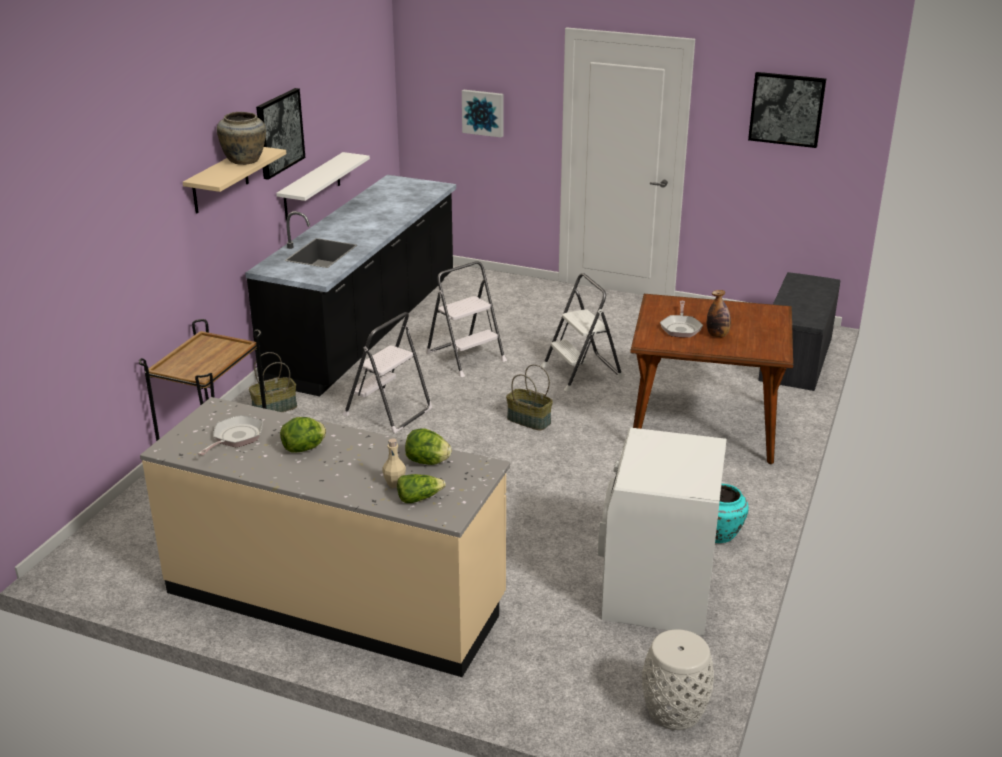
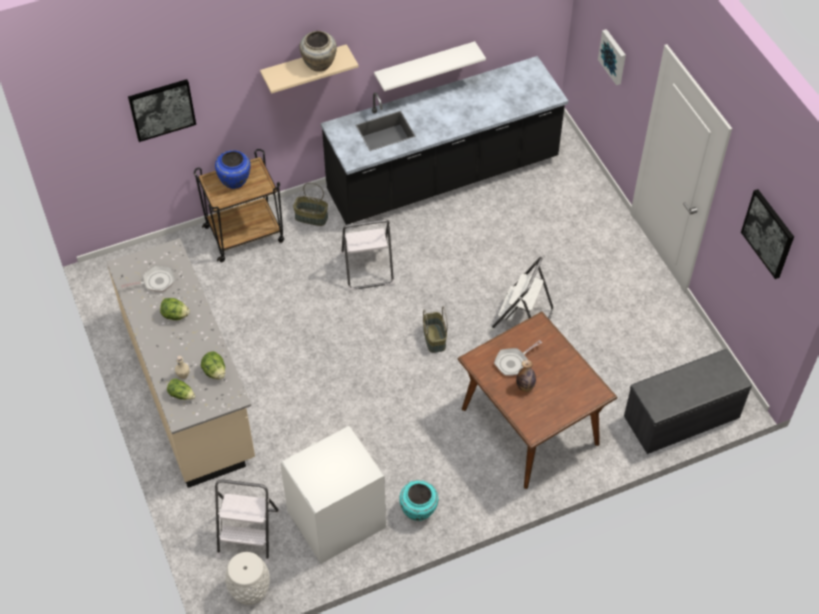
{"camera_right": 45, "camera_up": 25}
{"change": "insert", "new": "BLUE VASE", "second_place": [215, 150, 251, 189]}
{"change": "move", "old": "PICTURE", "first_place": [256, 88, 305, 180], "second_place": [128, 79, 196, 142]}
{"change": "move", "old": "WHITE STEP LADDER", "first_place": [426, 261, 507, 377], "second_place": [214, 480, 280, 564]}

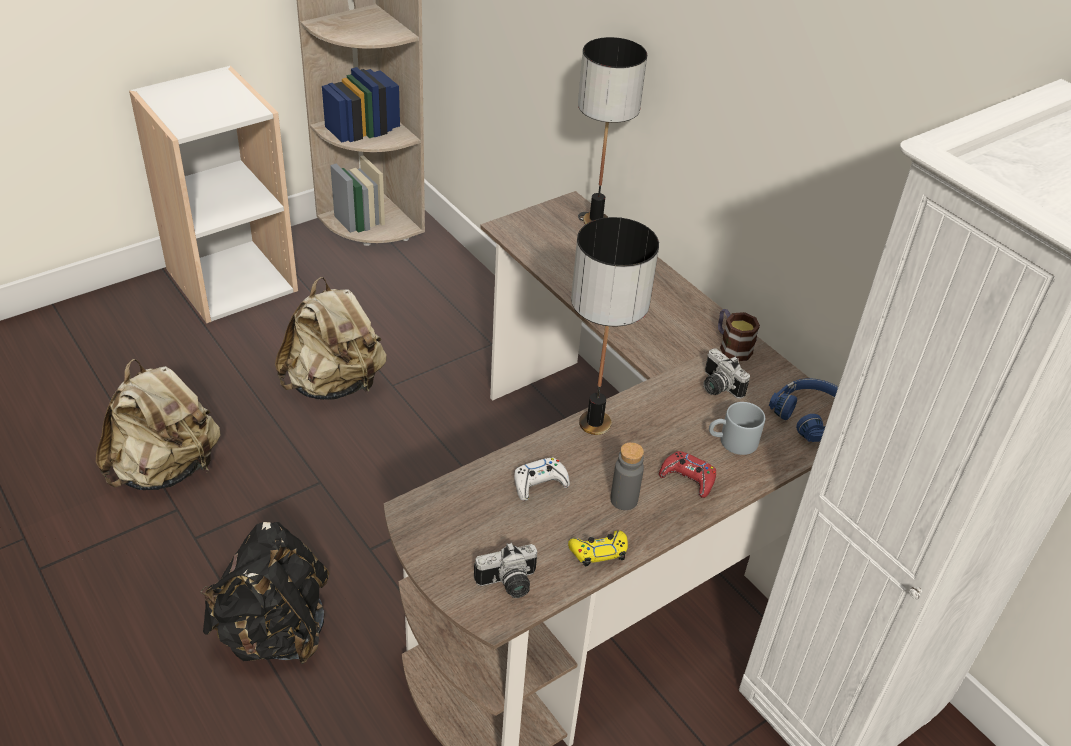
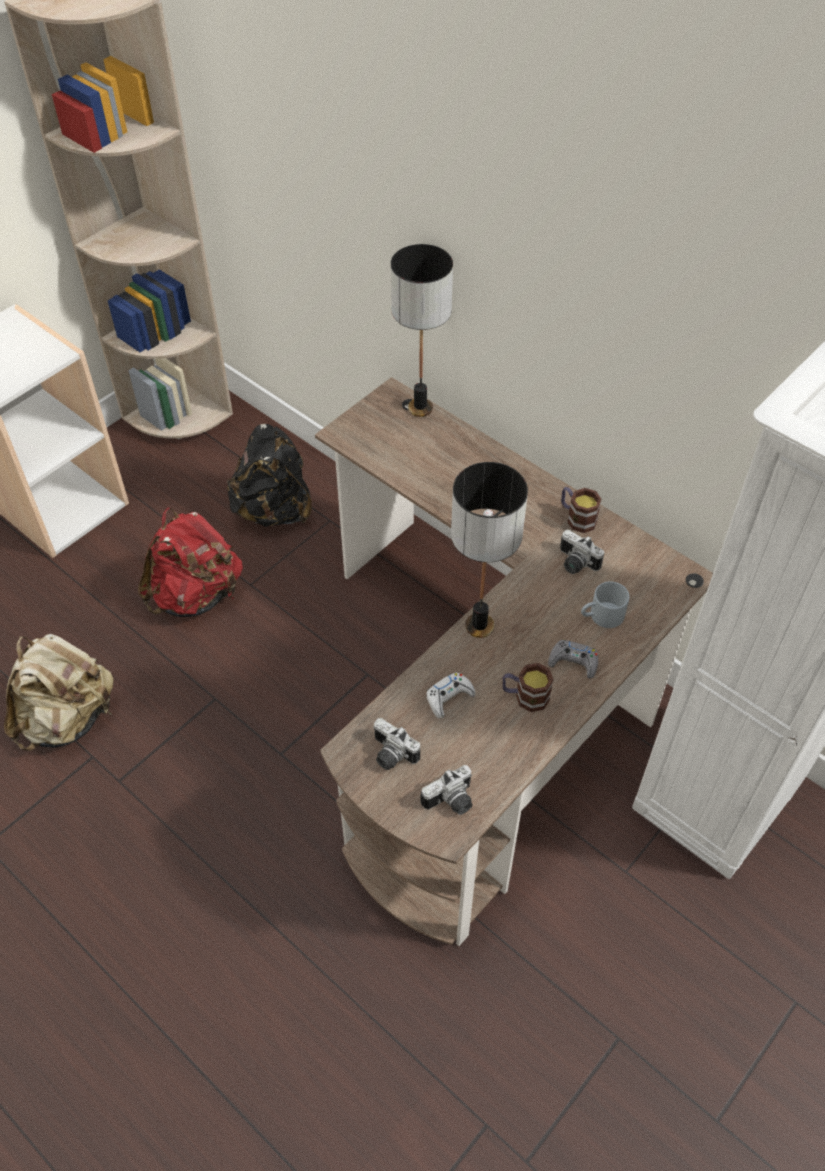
{"camera_right": -10, "camera_up": 10}
{"change": "delete", "old": "YELLOW GAME CONTROLLER", "first_place": [568, 530, 628, 567]}
{"change": "delete", "old": "BLUE HEADPHONES", "first_place": [769, 378, 838, 442]}
{"change": "insert", "new": "PHOTO CAMERA", "second_place": [373, 718, 420, 770]}
{"change": "move", "old": "BLACK BACKPACK", "first_place": [200, 522, 329, 664], "second_place": [227, 424, 312, 527]}
{"change": "replace", "old": "GREY BOTTLE", "new": "MUG", "first_place": [610, 442, 644, 510], "second_place": [503, 663, 554, 712]}
{"change": "recolor", "old": "BEIGE BACKPACK", "new": "RED BACKPACK", "first_place": [275, 277, 387, 400], "second_place": [138, 507, 243, 617]}
{"change": "recolor", "old": "RED GAME CONTROLLER", "new": "GREY GAME CONTROLLER", "first_place": [659, 451, 716, 498], "second_place": [548, 640, 598, 679]}

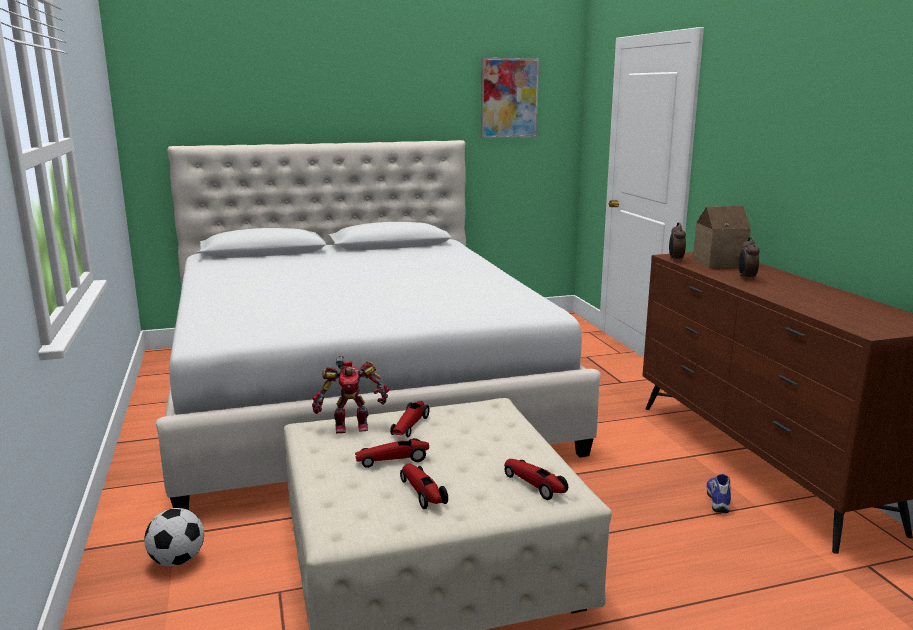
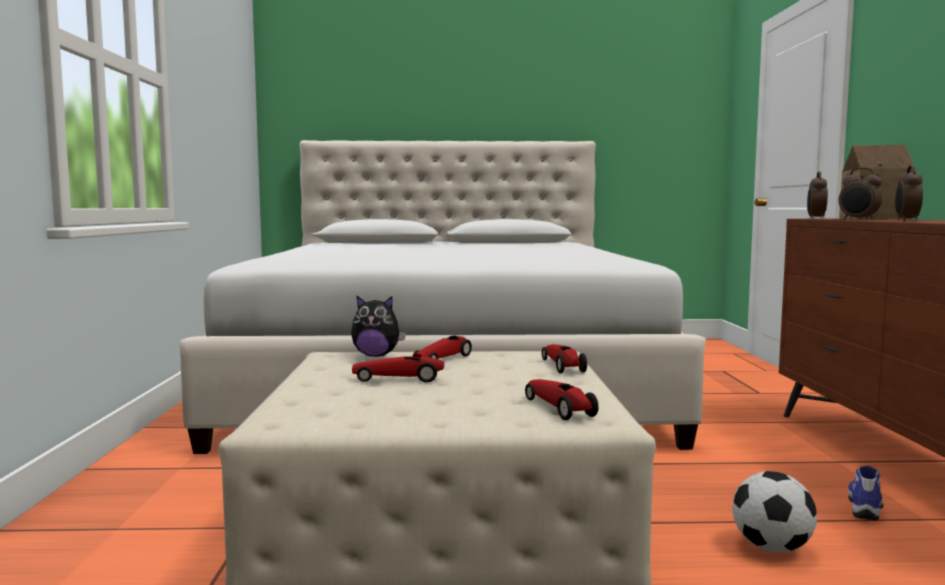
{"camera_right": 15, "camera_up": -10}
{"change": "delete", "old": "PICTURE", "first_place": [481, 58, 539, 138]}
{"change": "insert", "new": "ALARM CLOCK", "second_place": [839, 168, 882, 220]}
{"change": "move", "old": "FOOTBALL", "first_place": [144, 508, 204, 566], "second_place": [732, 471, 817, 553]}
{"change": "move", "old": "TOY CAR", "first_place": [400, 464, 448, 509], "second_place": [542, 344, 587, 373]}
{"change": "replace", "old": "TOY ROBOT", "new": "PLUSH TOY", "first_place": [312, 355, 389, 433], "second_place": [351, 296, 406, 357]}

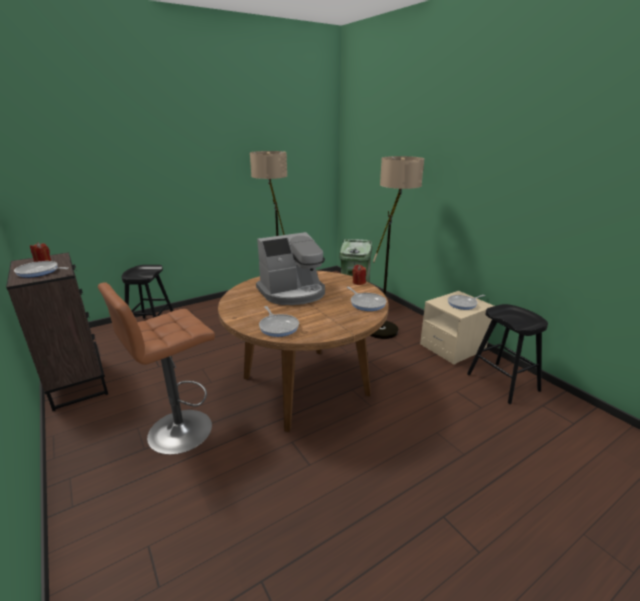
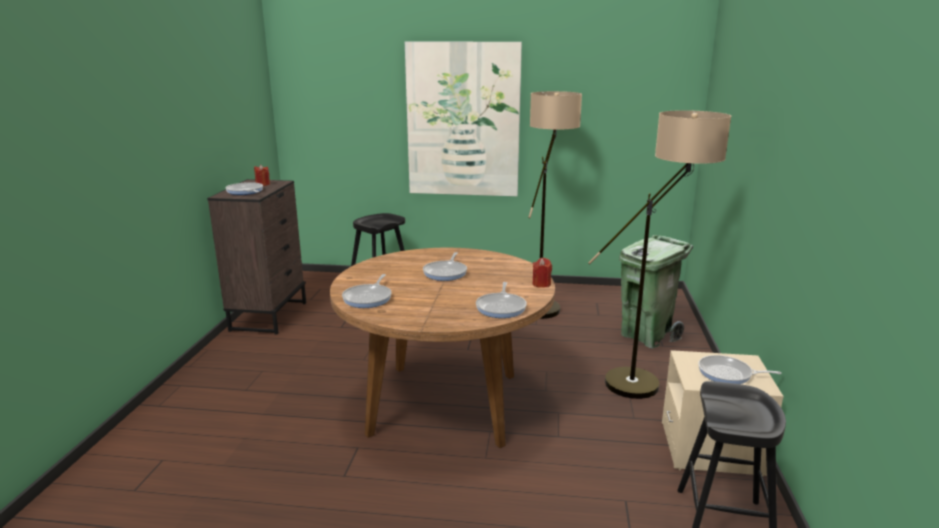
{"camera_right": 40, "camera_up": -5}
{"change": "delete", "old": "BROWN STOOL", "first_place": [98, 282, 215, 455]}
{"change": "insert", "new": "PICTURE", "second_place": [405, 42, 522, 196]}
{"change": "replace", "old": "COFFEE MACHINE", "new": "FRYING PAN", "first_place": [256, 232, 325, 305], "second_place": [423, 252, 467, 281]}

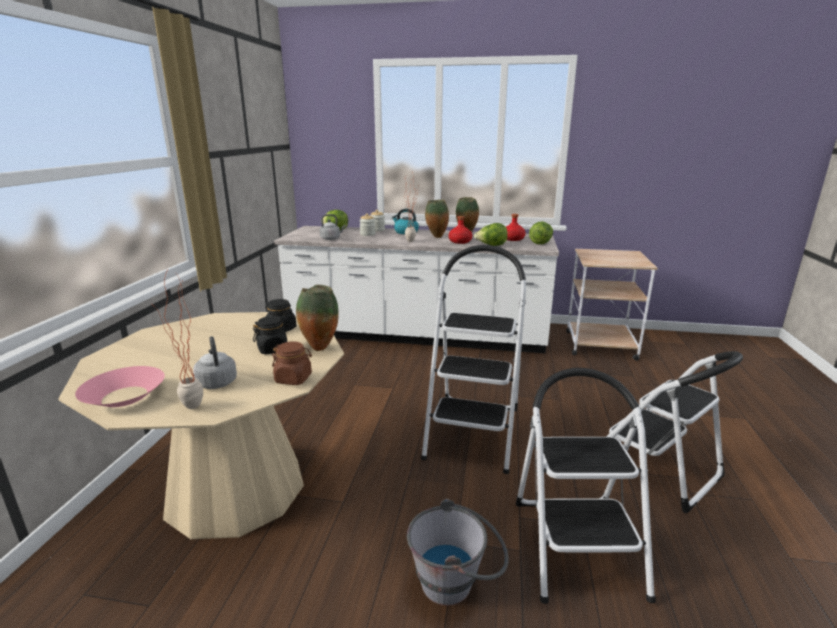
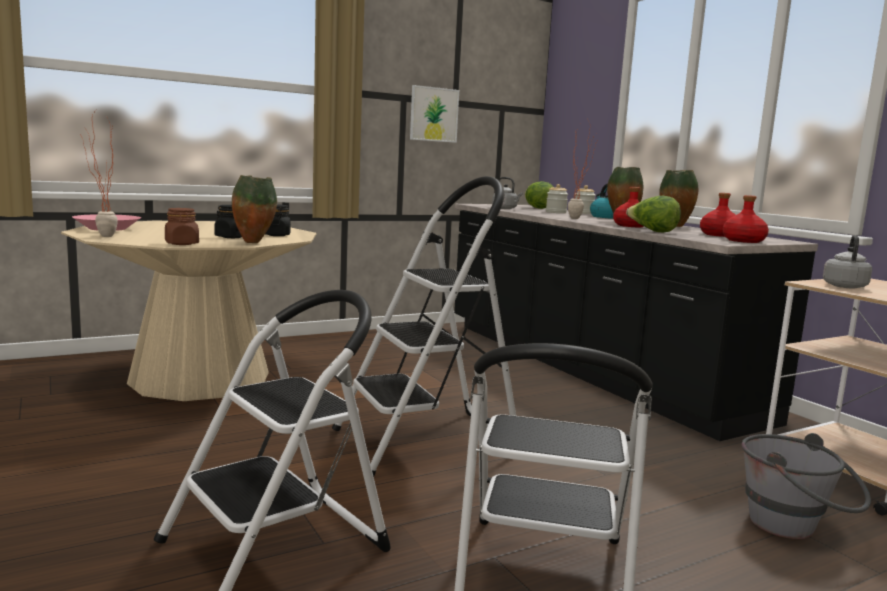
{"camera_right": 50, "camera_up": -10}
{"change": "insert", "new": "PICTURE", "second_place": [410, 85, 459, 143]}
{"change": "move", "old": "GREY KETTLE", "first_place": [193, 336, 237, 389], "second_place": [823, 235, 872, 289]}
{"change": "move", "old": "GREY BUCKET", "first_place": [407, 499, 509, 606], "second_place": [742, 433, 871, 539]}
{"change": "replace", "old": "LETTUCE", "new": "RED BOTTLE", "first_place": [529, 222, 553, 244], "second_place": [723, 195, 769, 243]}
{"change": "recolor", "old": "WHITE COUNTER", "new": "BLACK COUNTER", "first_place": [274, 226, 559, 353], "second_place": [454, 204, 818, 441]}

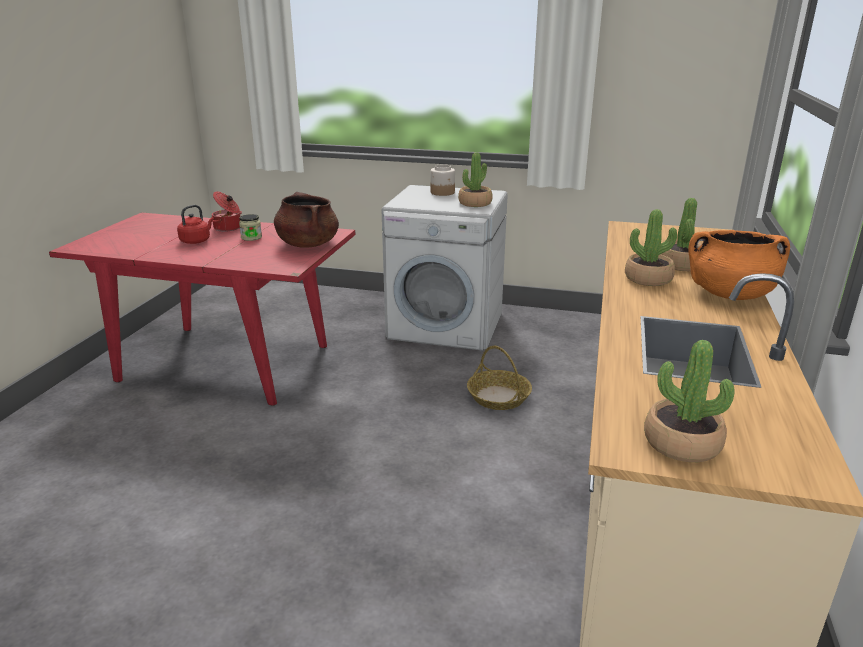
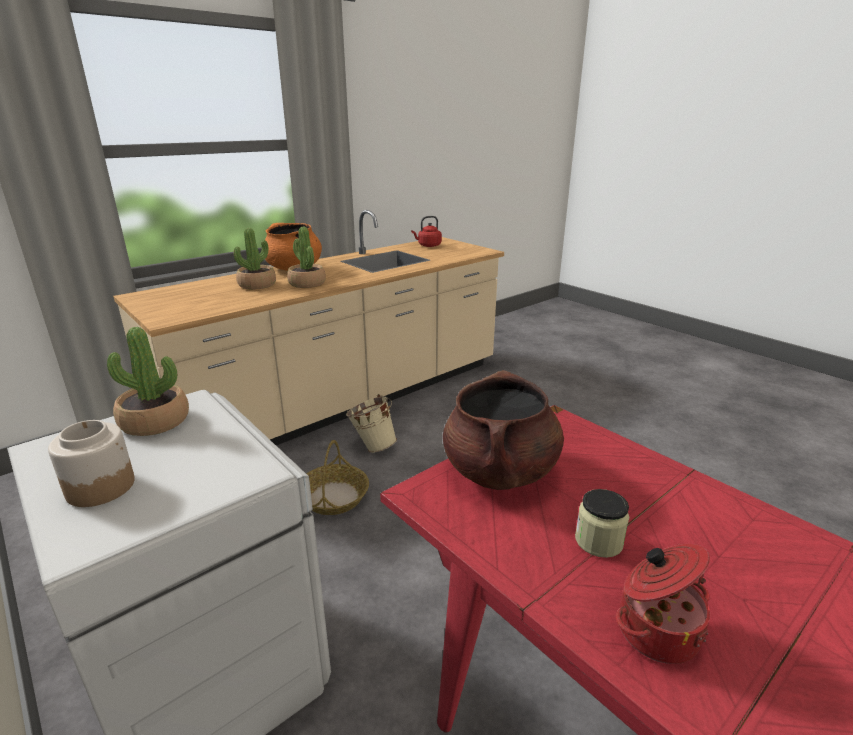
{"camera_right": -145, "camera_up": 0}
{"change": "delete", "old": "POTTED PLANT", "first_place": [644, 340, 734, 462]}
{"change": "insert", "new": "BEIGE BUCKET", "second_place": [346, 394, 397, 453]}
{"change": "move", "old": "RED KETTLE", "first_place": [177, 205, 214, 244], "second_place": [411, 216, 442, 247]}

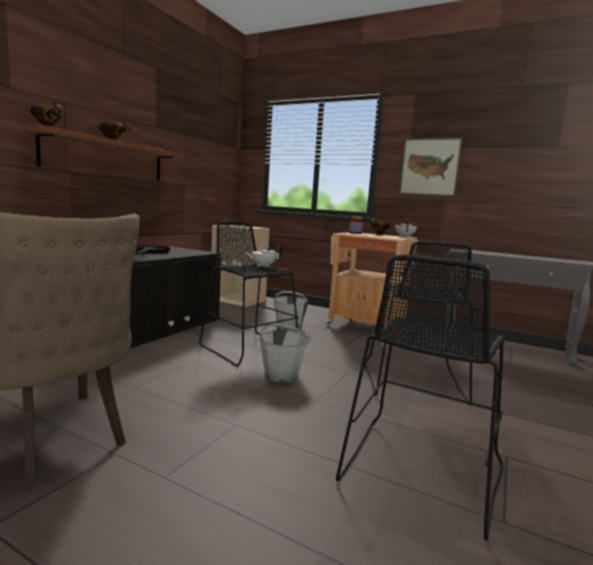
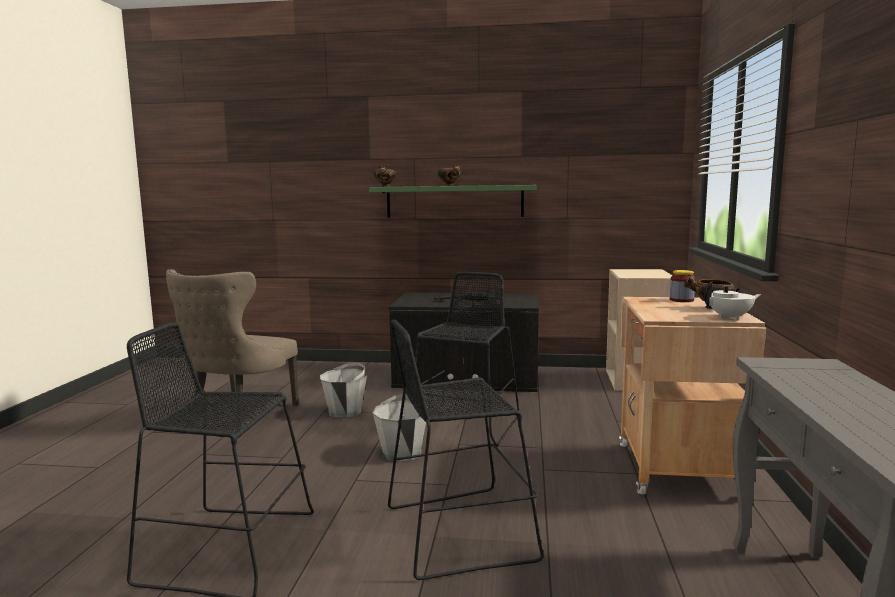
{"camera_right": 70, "camera_up": 0}
{"change": "delete", "old": "WHITE TEAPOT", "first_place": [245, 244, 282, 267]}
{"change": "delete", "old": "PICTURE", "first_place": [399, 137, 463, 197]}
{"change": "move", "old": "GREY BUCKET", "first_place": [273, 291, 309, 331], "second_place": [320, 363, 367, 418]}
{"change": "recolor", "old": "BROWN SHELF", "new": "GREEN SHELF", "first_place": [21, 125, 184, 180], "second_place": [369, 185, 536, 218]}

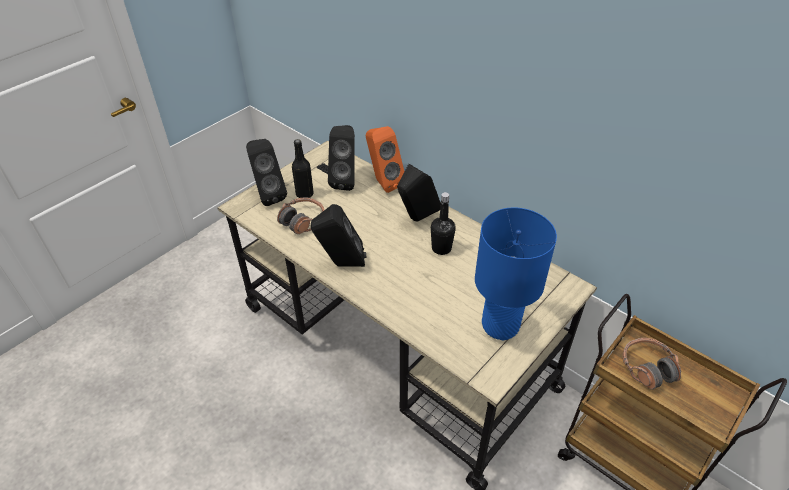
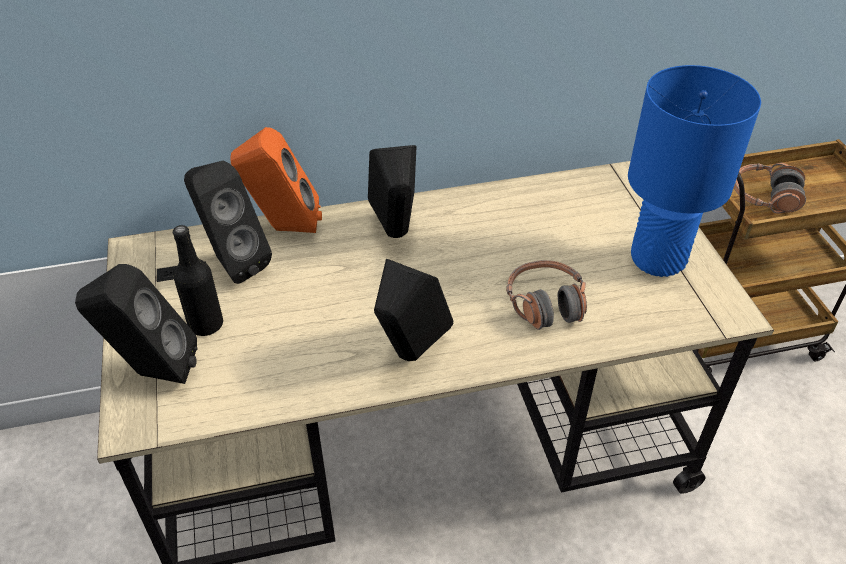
{"camera_right": -55, "camera_up": 0}
{"change": "delete", "old": "BLACK BOTTLE", "first_place": [431, 192, 456, 255]}
{"change": "move", "old": "HEADPHONES", "first_place": [277, 198, 324, 234], "second_place": [506, 260, 587, 330]}

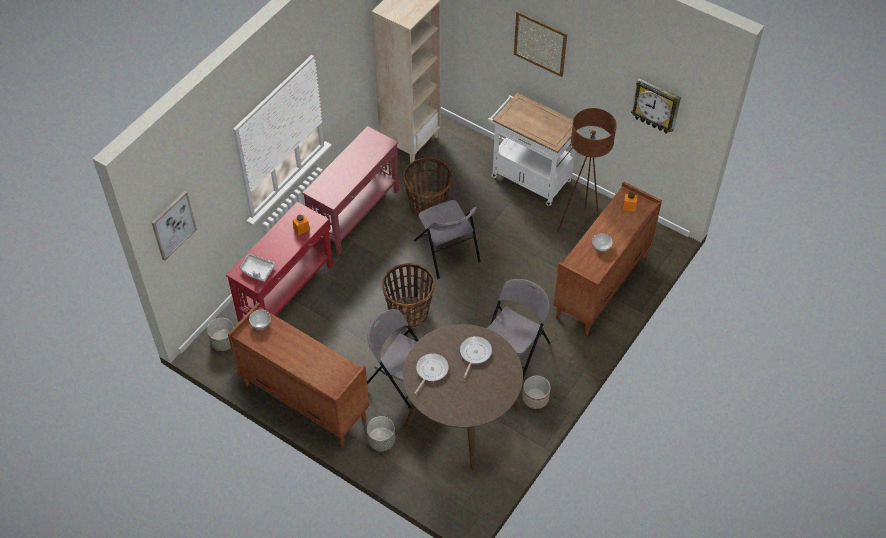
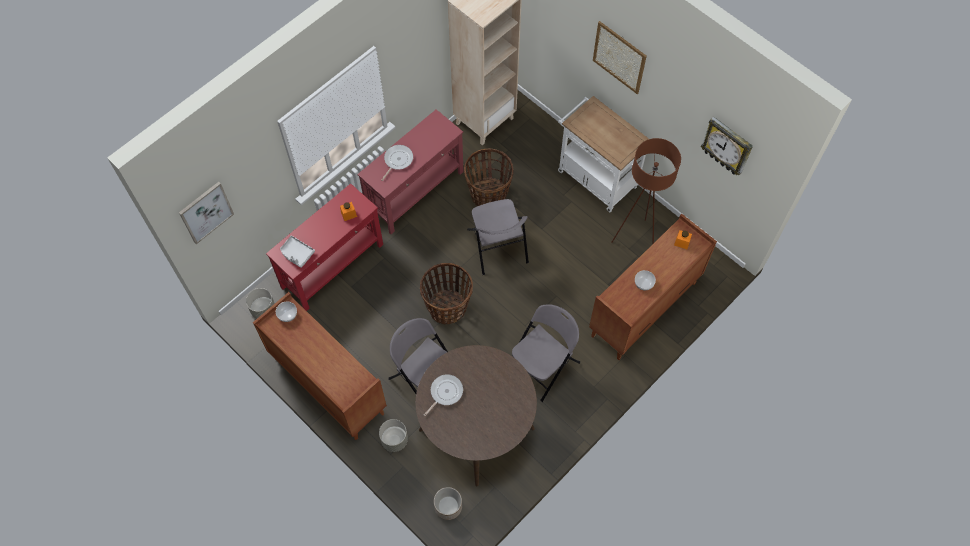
{"camera_right": 10, "camera_up": 10}
{"change": "move", "old": "FRYING PAN", "first_place": [460, 336, 492, 378], "second_place": [382, 145, 413, 181]}
{"change": "move", "old": "PLANTER", "first_place": [522, 375, 551, 409], "second_place": [434, 487, 462, 520]}

